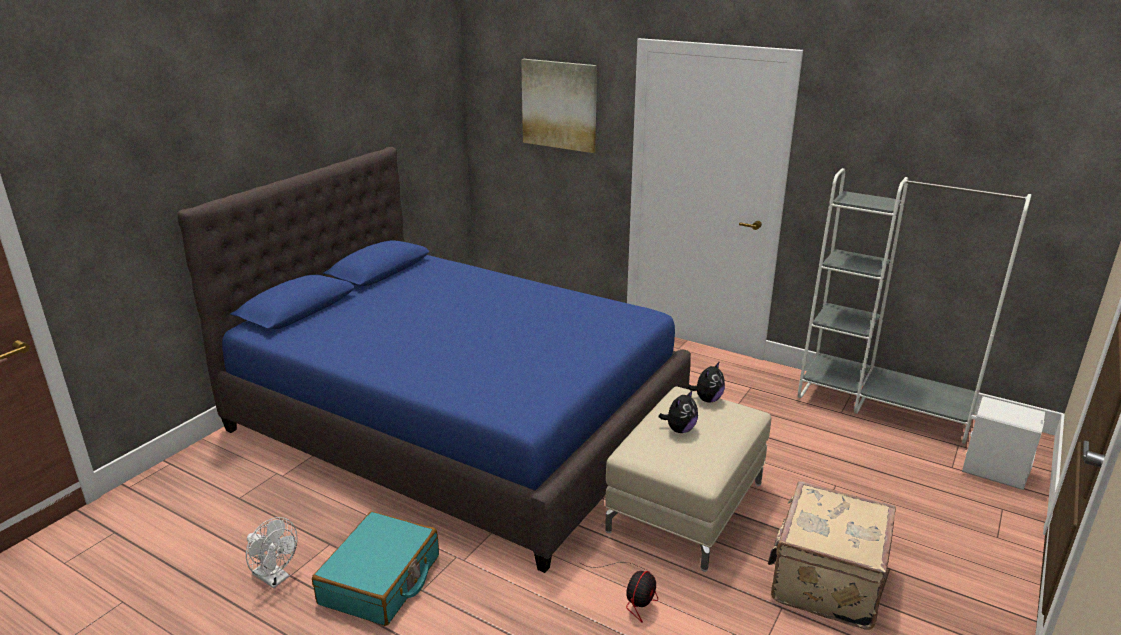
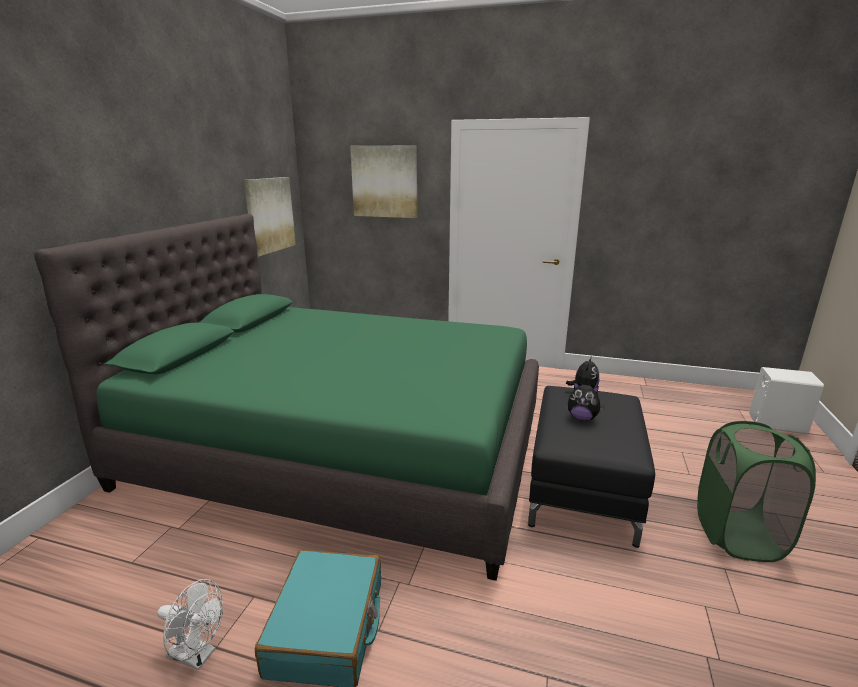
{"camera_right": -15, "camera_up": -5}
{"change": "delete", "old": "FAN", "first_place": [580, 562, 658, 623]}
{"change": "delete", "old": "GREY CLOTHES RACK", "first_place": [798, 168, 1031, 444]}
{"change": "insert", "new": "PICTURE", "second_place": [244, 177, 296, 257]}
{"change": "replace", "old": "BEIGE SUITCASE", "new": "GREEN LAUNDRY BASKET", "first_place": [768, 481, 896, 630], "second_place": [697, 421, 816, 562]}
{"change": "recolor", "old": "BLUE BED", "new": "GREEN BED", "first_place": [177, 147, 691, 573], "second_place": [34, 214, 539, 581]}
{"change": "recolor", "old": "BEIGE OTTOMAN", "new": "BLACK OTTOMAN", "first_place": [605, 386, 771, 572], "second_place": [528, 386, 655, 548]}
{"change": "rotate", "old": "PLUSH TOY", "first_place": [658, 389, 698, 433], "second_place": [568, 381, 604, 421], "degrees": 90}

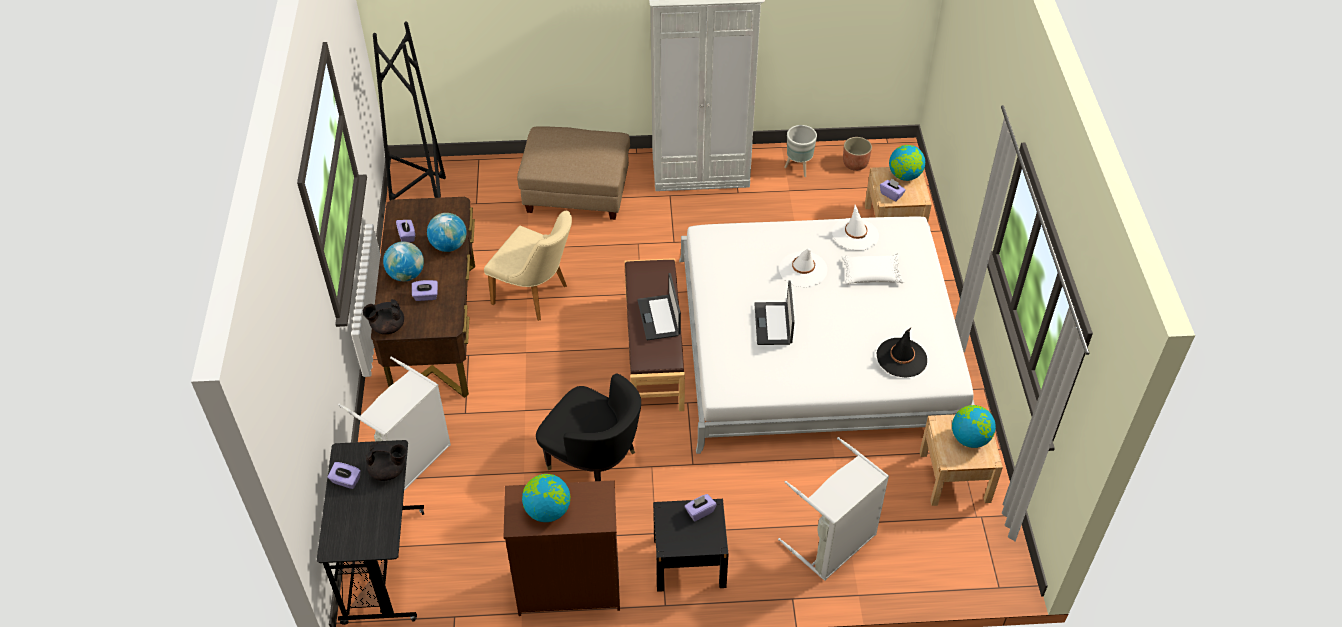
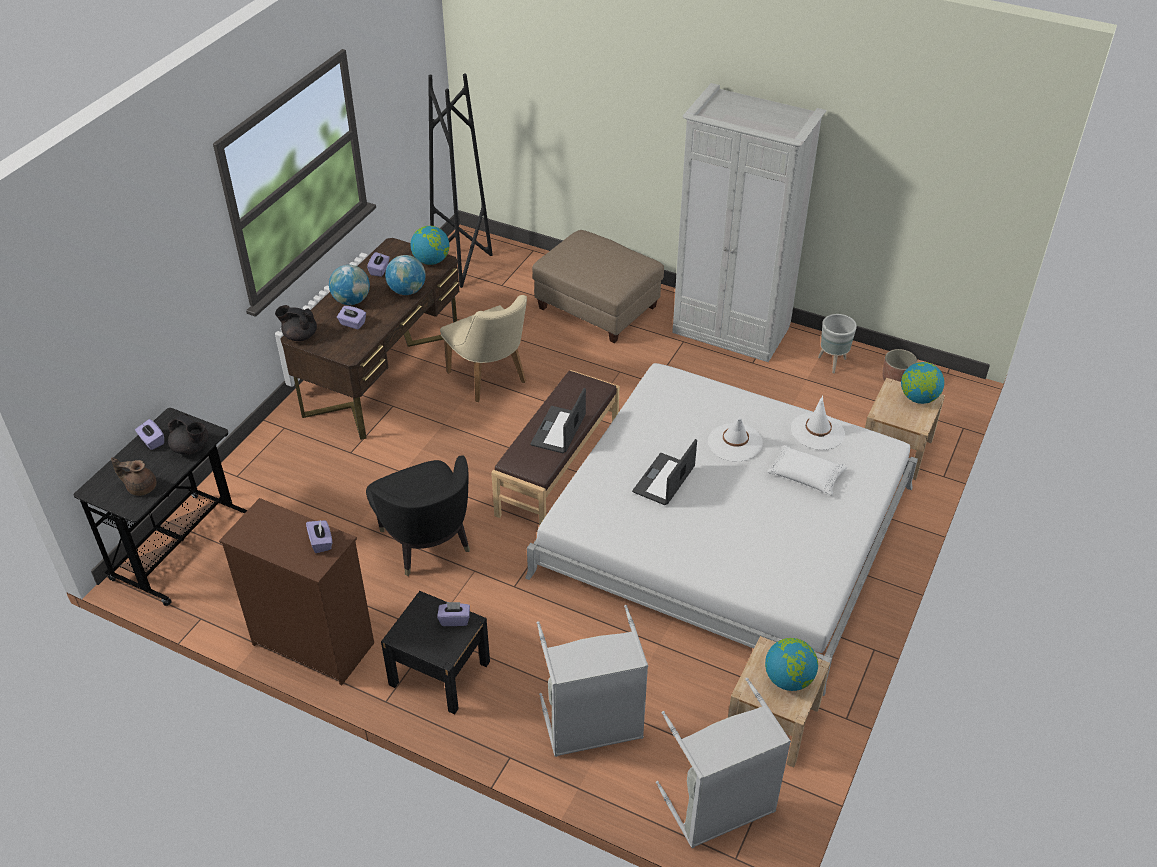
{"camera_right": 30, "camera_up": -5}
{"change": "delete", "old": "BLACK HAT", "first_place": [876, 328, 927, 378]}
{"change": "insert", "new": "BROWN TEAPOT", "second_place": [111, 457, 156, 496]}
{"change": "move", "old": "GREY LAUNDRY BASKET", "first_place": [338, 357, 451, 490], "second_place": [656, 678, 791, 848]}
{"change": "move", "old": "GLOBE", "first_place": [522, 474, 570, 522], "second_place": [411, 226, 450, 265]}
{"change": "move", "old": "PURPLE TISSUE BOX", "first_place": [880, 178, 906, 201], "second_place": [306, 520, 332, 553]}

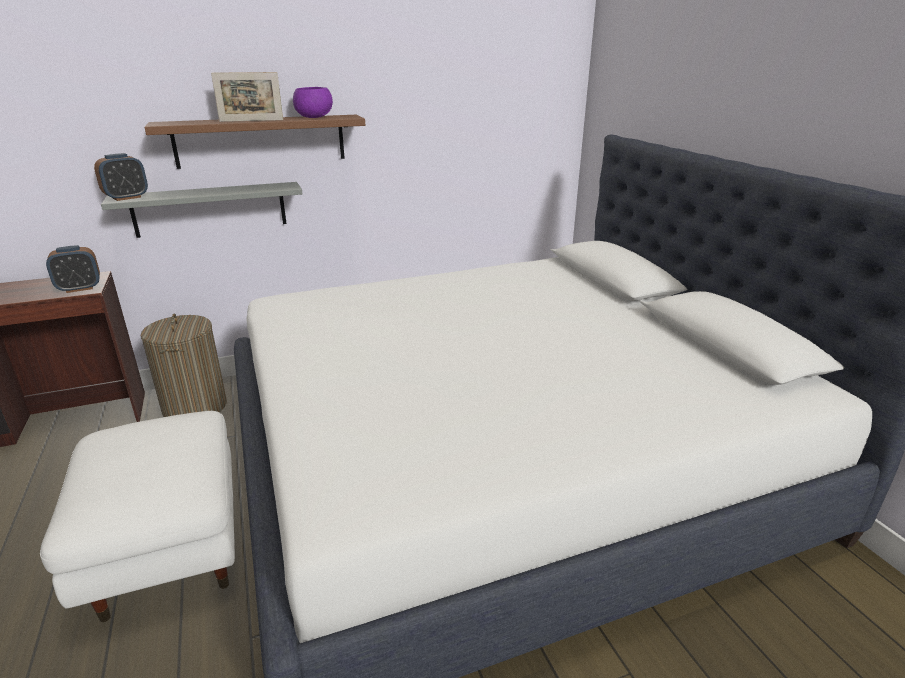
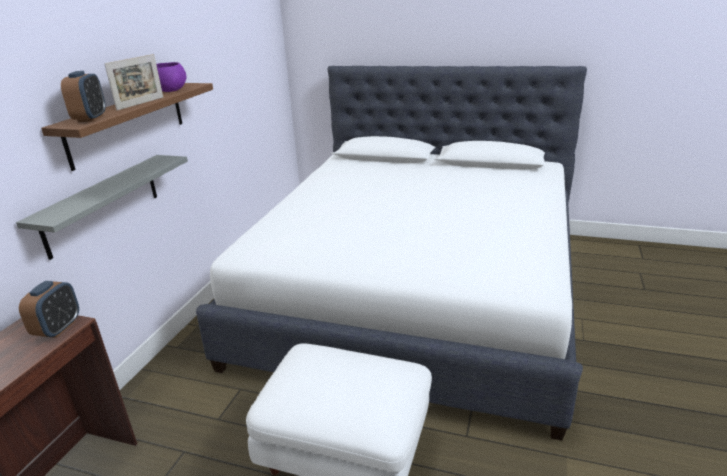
{"camera_right": -50, "camera_up": 0}
{"change": "delete", "old": "LAUNDRY BASKET", "first_place": [141, 314, 227, 417]}
{"change": "move", "old": "ALARM CLOCK", "first_place": [94, 153, 148, 201], "second_place": [61, 71, 106, 122]}

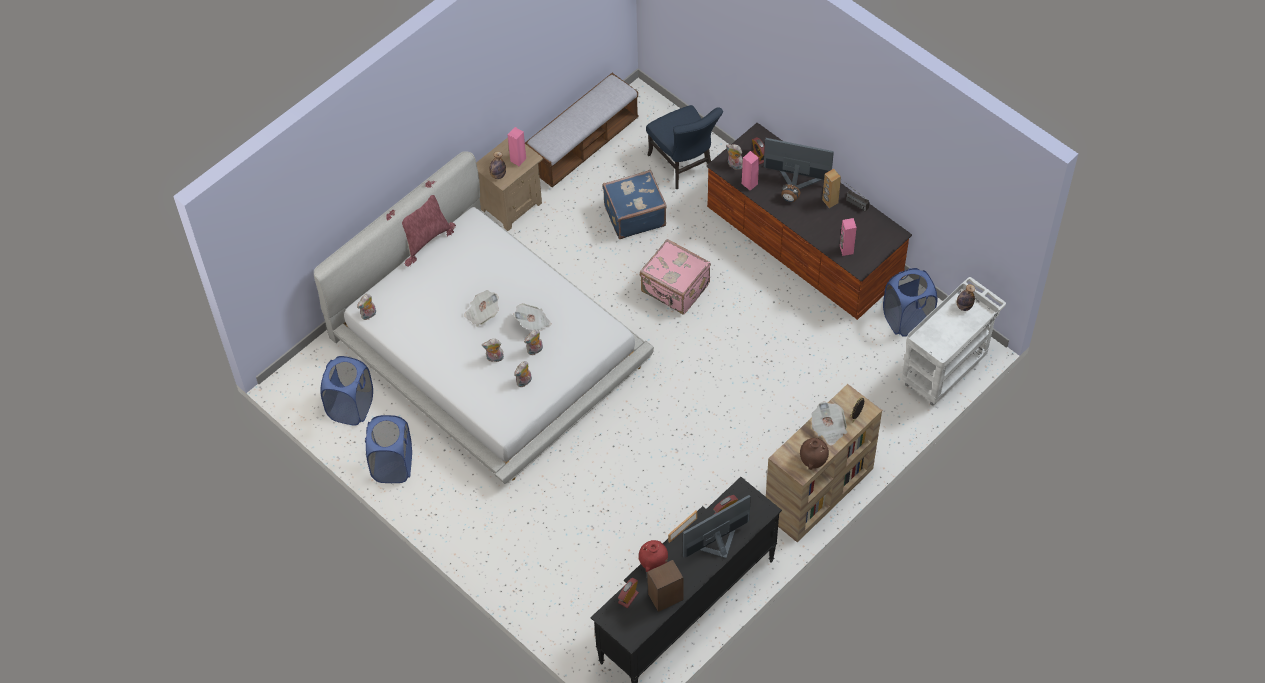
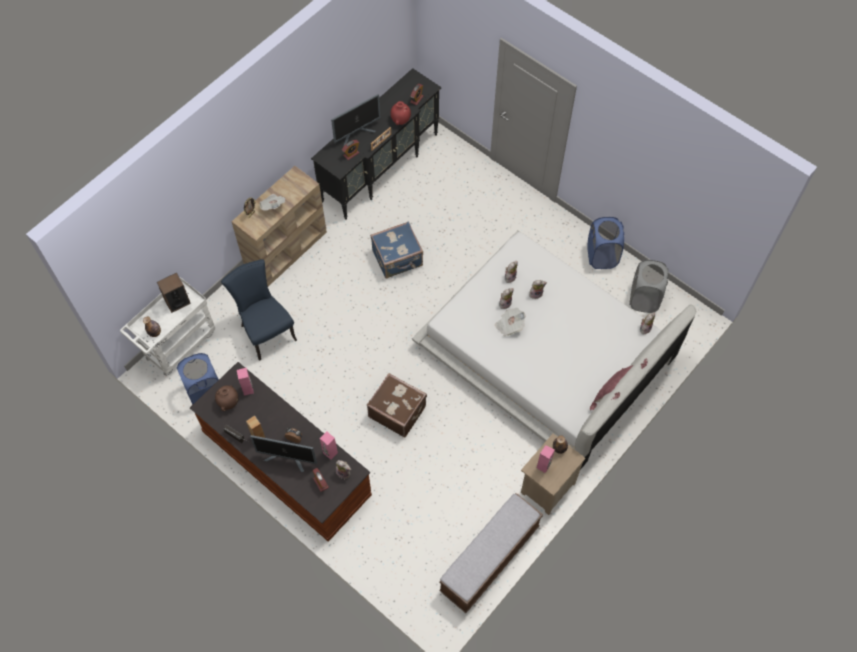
{"camera_right": 175, "camera_up": 5}
{"change": "delete", "old": "NEWSPAPER", "first_place": [464, 290, 499, 327]}
{"change": "move", "old": "BLUE SUITCASE", "first_place": [603, 170, 667, 239], "second_place": [370, 222, 423, 279]}
{"change": "move", "old": "BLUE CHAIR", "first_place": [646, 105, 723, 189], "second_place": [221, 259, 297, 361]}
{"change": "move", "old": "SPEAKER", "first_place": [647, 560, 683, 612], "second_place": [157, 273, 191, 313]}
{"change": "move", "old": "BROWN VASE", "first_place": [800, 438, 829, 470], "second_place": [215, 385, 239, 411]}
{"change": "recolor", "old": "BLUE LAUNDRY BASKET", "new": "GREY LAUNDRY BASKET", "first_place": [321, 356, 373, 426], "second_place": [629, 260, 669, 313]}
{"change": "recolor", "old": "PINK SUITCASE", "new": "BROWN SUITCASE", "first_place": [640, 239, 711, 315], "second_place": [367, 373, 427, 437]}

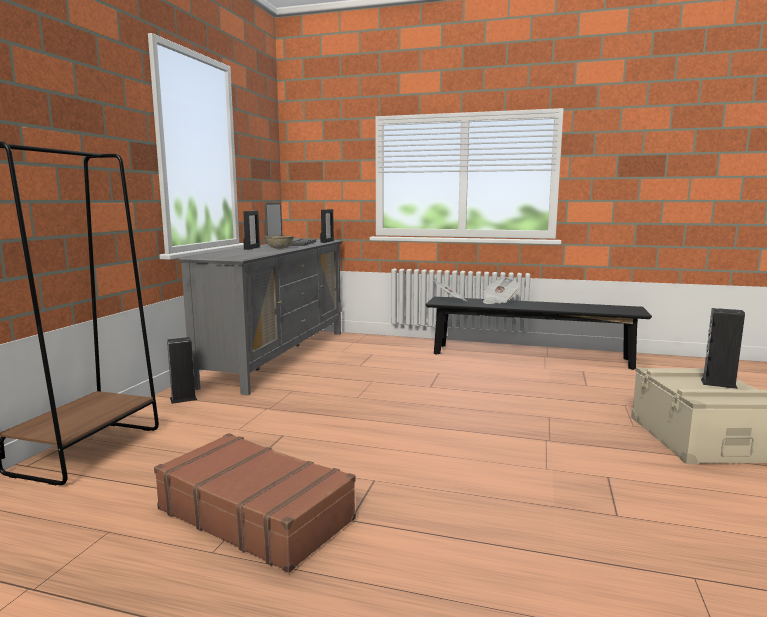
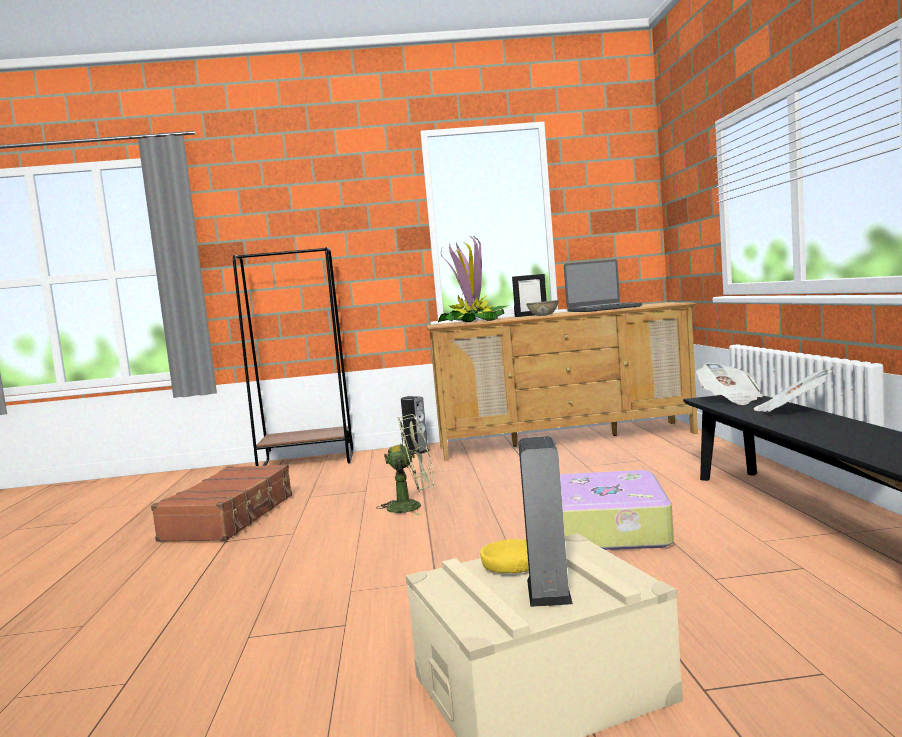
{"camera_right": 70, "camera_up": -5}
{"change": "delete", "old": "PICTURE FRAME", "first_place": [320, 209, 334, 243]}
{"change": "insert", "new": "GREEN FAN", "second_place": [376, 414, 434, 516]}
{"change": "insert", "new": "POTTED PLANT", "second_place": [438, 235, 507, 322]}
{"change": "insert", "new": "YELLOW BOWL", "second_place": [480, 539, 529, 573]}
{"change": "insert", "new": "SUITCASE", "second_place": [560, 470, 674, 550]}
{"change": "recolor", "old": "GREY DRESSER", "new": "BROWN DRESSER", "first_place": [179, 240, 342, 395], "second_place": [426, 302, 698, 461]}

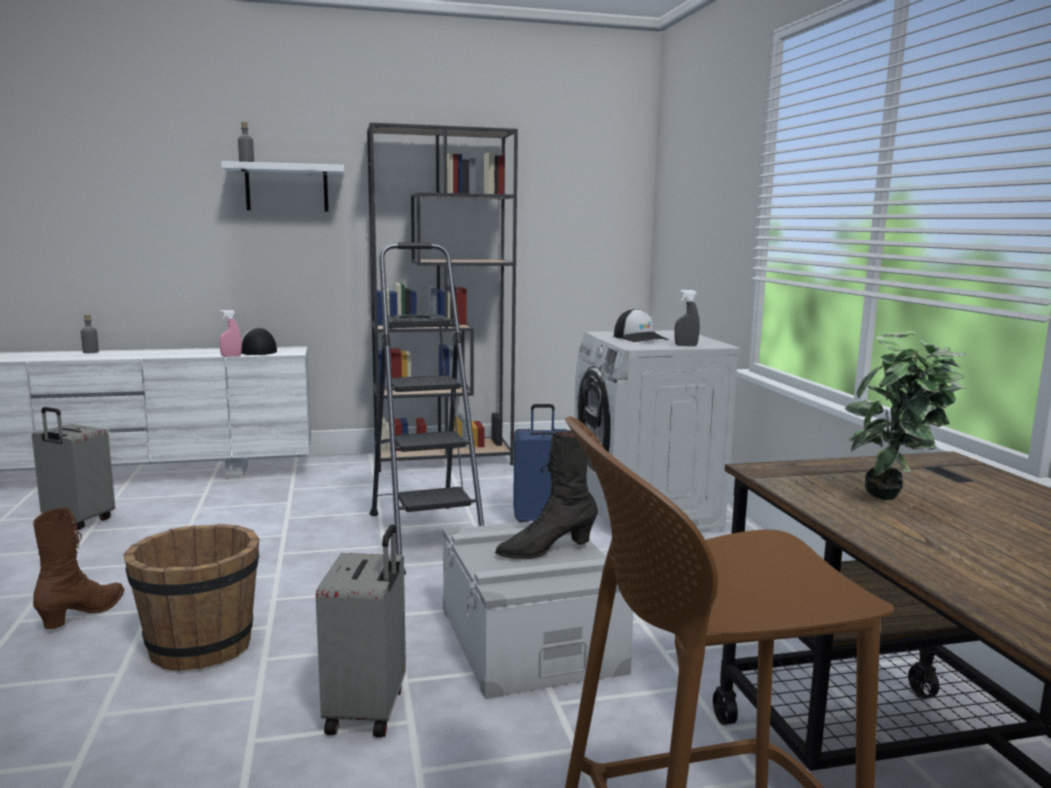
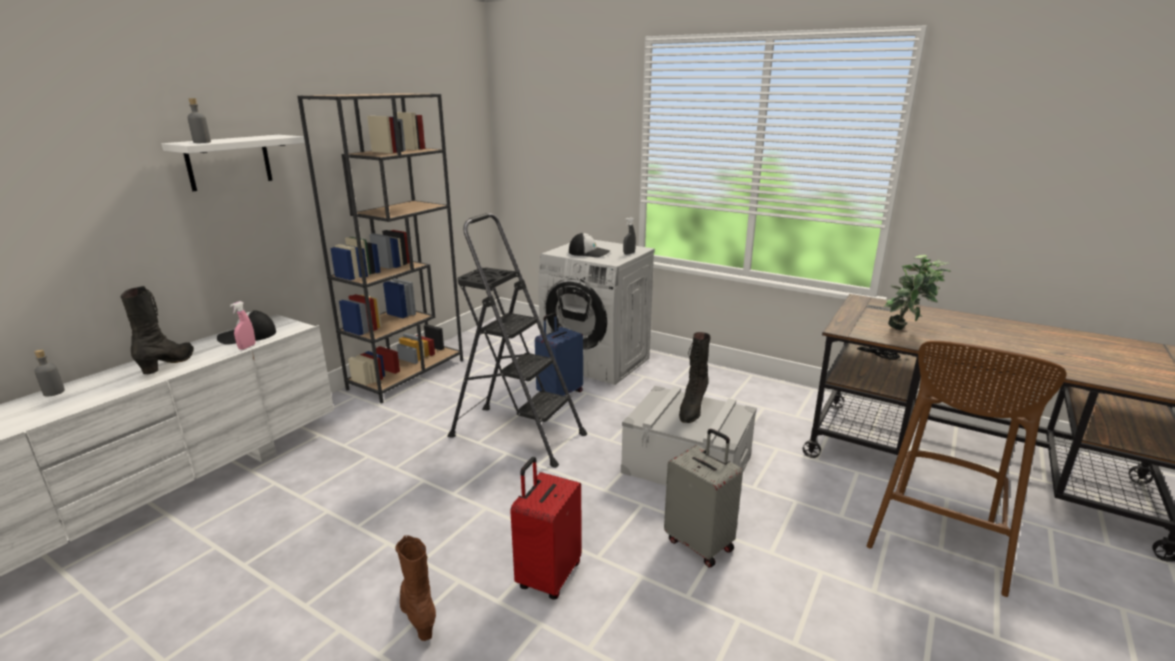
{"camera_right": -45, "camera_up": 10}
{"change": "delete", "old": "GREY SUITCASE", "first_place": [32, 407, 115, 530]}
{"change": "insert", "new": "BLACK BOOT", "second_place": [121, 286, 194, 374]}
{"change": "replace", "old": "BROWN BUCKET", "new": "RED SUITCASE", "first_place": [123, 524, 259, 671], "second_place": [510, 457, 582, 600]}

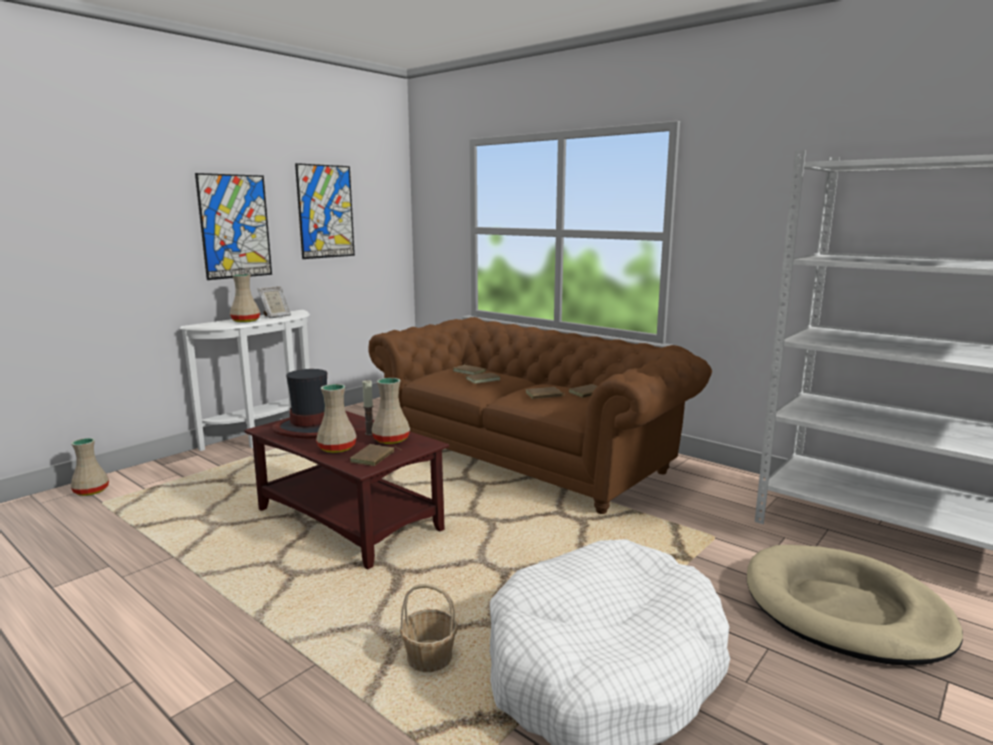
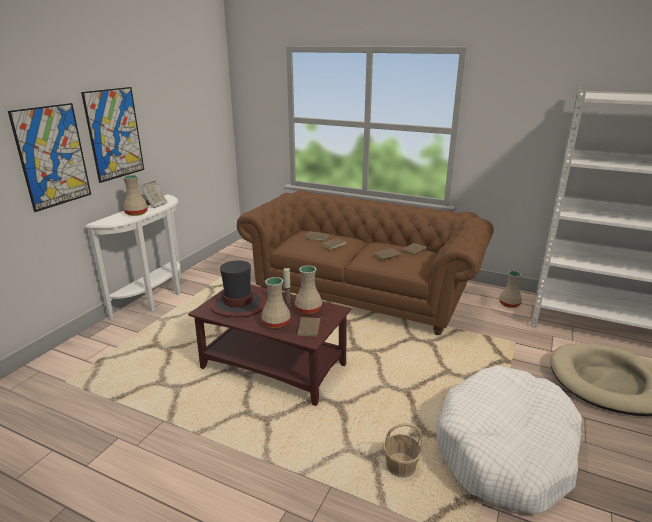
{"camera_right": -15, "camera_up": 10}
{"change": "move", "old": "BEIGE VASE", "first_place": [71, 438, 109, 496], "second_place": [499, 271, 522, 308]}
{"change": "move", "old": "PICTURE", "first_place": [295, 163, 355, 259], "second_place": [8, 103, 91, 212]}

